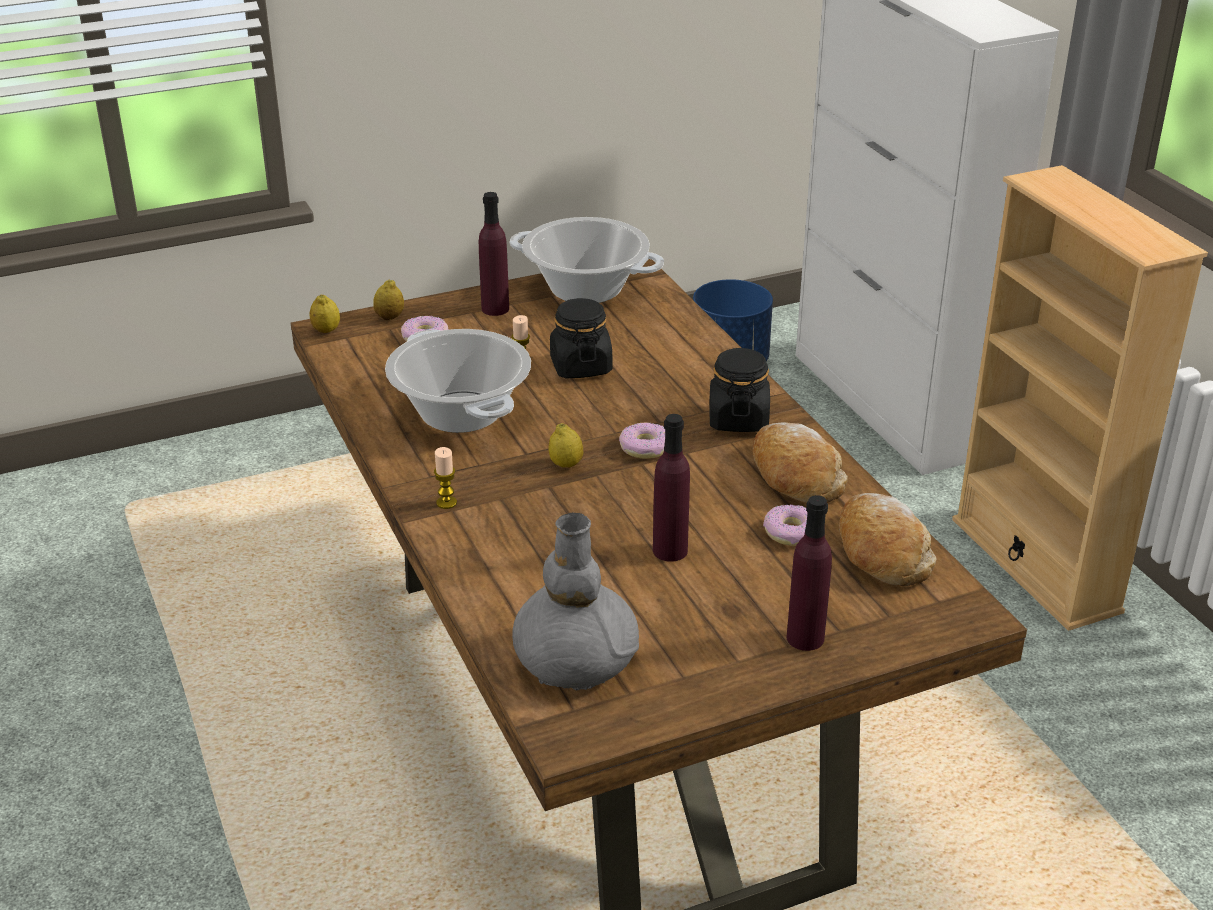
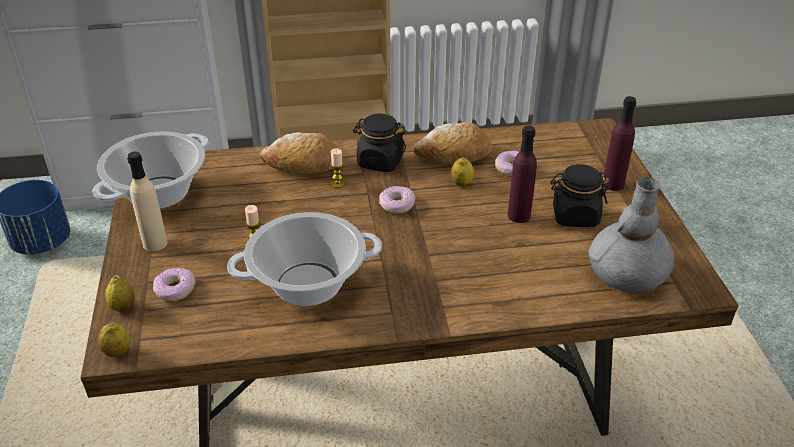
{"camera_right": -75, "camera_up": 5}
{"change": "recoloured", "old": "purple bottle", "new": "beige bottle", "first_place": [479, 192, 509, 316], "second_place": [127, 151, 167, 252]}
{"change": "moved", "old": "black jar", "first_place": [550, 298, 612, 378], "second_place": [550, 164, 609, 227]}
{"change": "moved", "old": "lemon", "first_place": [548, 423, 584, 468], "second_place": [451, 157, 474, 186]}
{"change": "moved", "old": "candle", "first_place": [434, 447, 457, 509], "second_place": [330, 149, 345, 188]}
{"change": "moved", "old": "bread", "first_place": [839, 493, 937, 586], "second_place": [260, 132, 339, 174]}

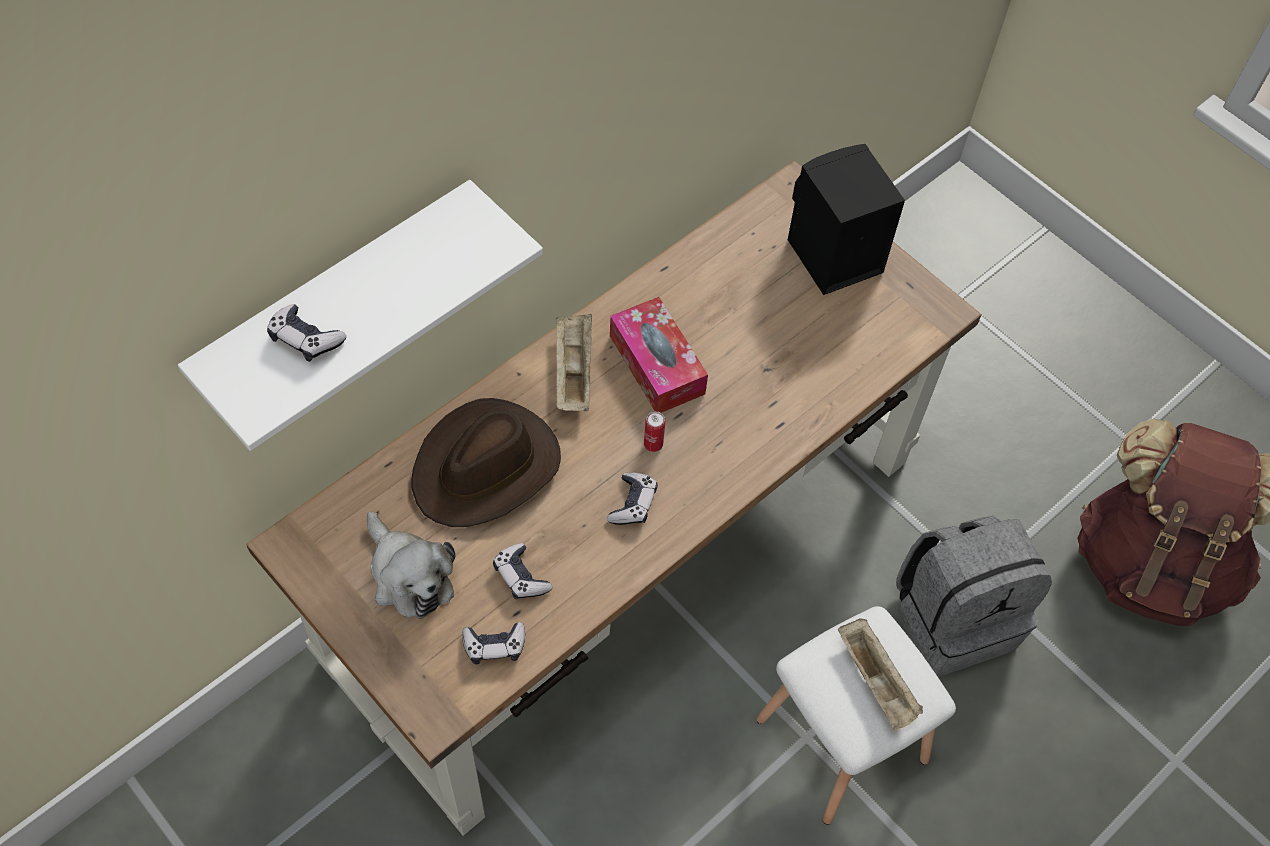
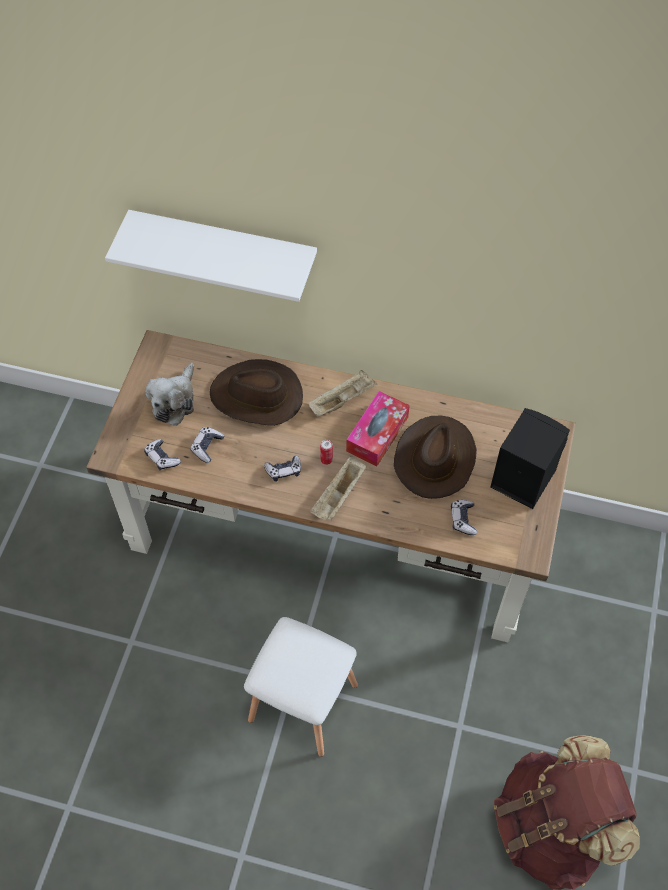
{"camera_right": 60, "camera_up": 0}
{"change": "moved", "old": "game controller", "first_place": [267, 304, 346, 362], "second_place": [451, 500, 477, 535]}
{"change": "removed", "old": "grey backpack", "first_place": [896, 516, 1052, 676]}
{"change": "moved", "old": "beige tray", "first_place": [838, 618, 923, 730], "second_place": [310, 456, 366, 521]}
{"change": "added", "new": "brown hat", "second_place": [394, 416, 477, 499]}

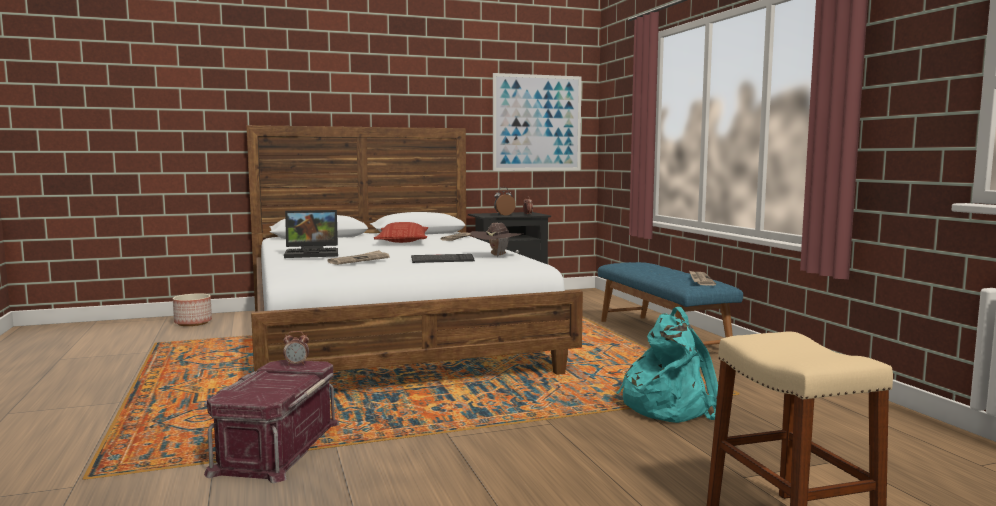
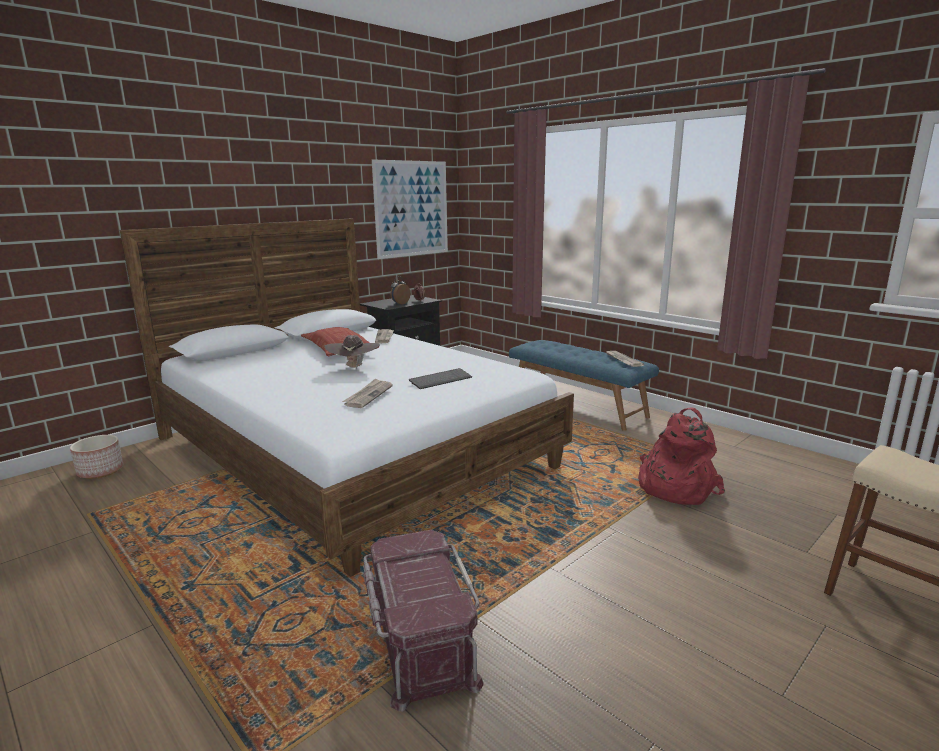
{"camera_right": -25, "camera_up": 10}
{"change": "removed", "old": "laptop", "first_place": [284, 210, 338, 258]}
{"change": "moved", "old": "brown hat", "first_place": [470, 223, 522, 257], "second_place": [324, 335, 380, 370]}
{"change": "recoloured", "old": "turquoise backpack", "new": "red backpack", "first_place": [617, 307, 718, 423], "second_place": [638, 407, 725, 505]}
{"change": "removed", "old": "alarm clock", "first_place": [283, 331, 309, 366]}

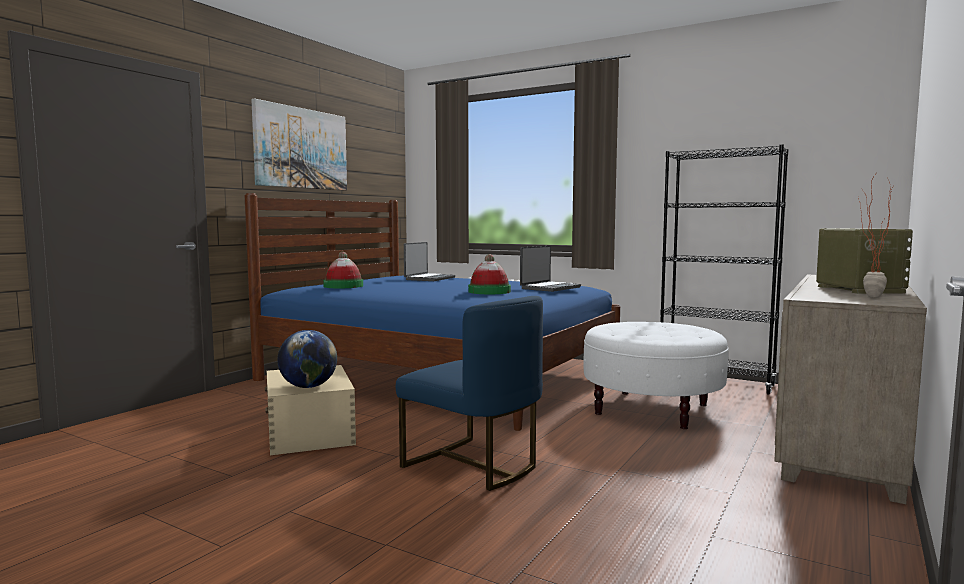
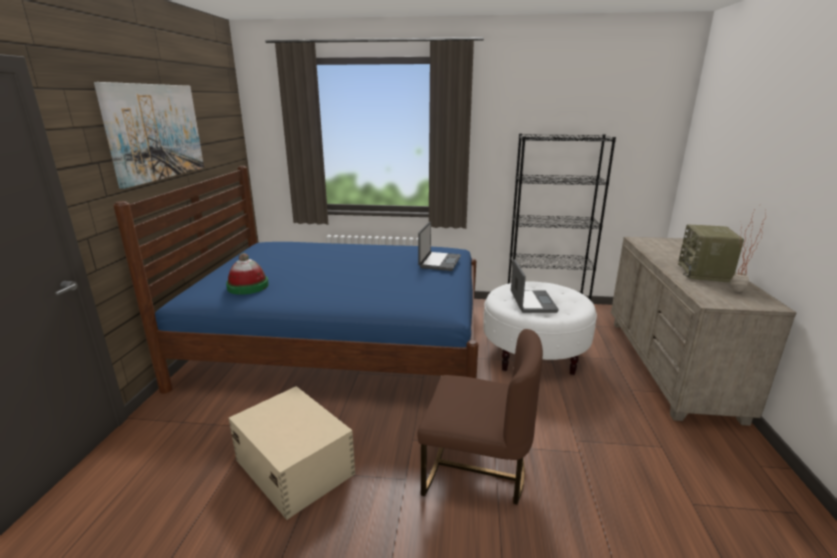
{"camera_right": -25, "camera_up": 15}
{"change": "turned", "old": "radio", "first_place": [816, 228, 913, 294], "second_place": [678, 224, 744, 283], "degrees": -135}
{"change": "moved", "old": "laptop", "first_place": [404, 242, 455, 281], "second_place": [511, 259, 559, 313]}
{"change": "removed", "old": "hat", "first_place": [468, 254, 511, 294]}
{"change": "recoloured", "old": "blue chair", "new": "brown chair", "first_place": [396, 296, 543, 491], "second_place": [417, 329, 543, 505]}
{"change": "removed", "old": "globe", "first_place": [277, 330, 337, 388]}

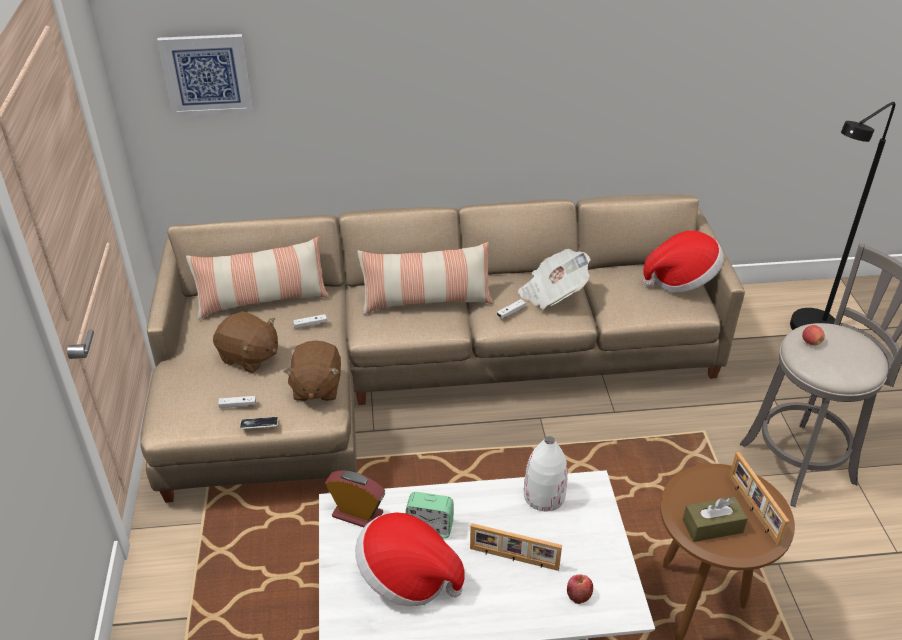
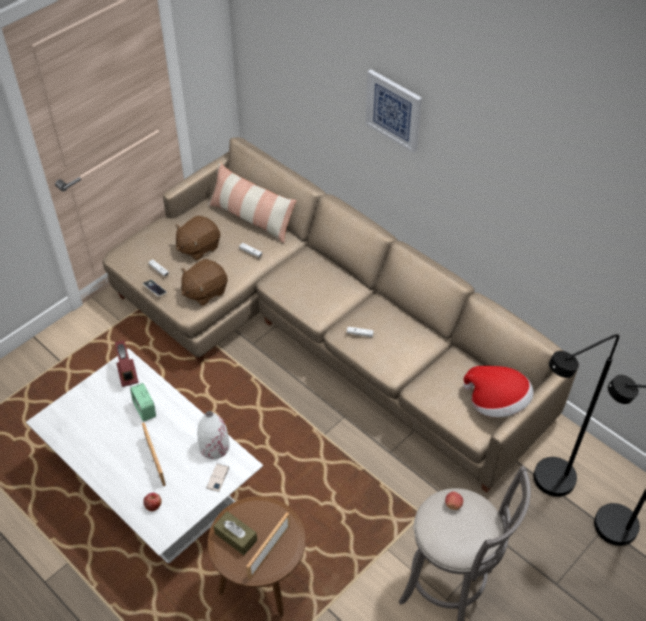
{"camera_right": 50, "camera_up": 10}
{"change": "moved", "old": "picture", "first_place": [157, 34, 253, 116], "second_place": [365, 70, 422, 153]}
{"change": "removed", "old": "pillow", "first_place": [357, 242, 493, 315]}
{"change": "removed", "old": "newspaper", "first_place": [518, 249, 591, 309]}
{"change": "turned", "old": "brown plush toy", "first_place": [213, 311, 278, 373], "second_place": [175, 216, 220, 261], "degrees": 60}
{"change": "removed", "old": "hat", "first_place": [355, 512, 465, 606]}
{"change": "added", "new": "black floor lamp", "second_place": [534, 334, 619, 497]}
{"change": "added", "new": "phone", "second_place": [206, 464, 229, 492]}

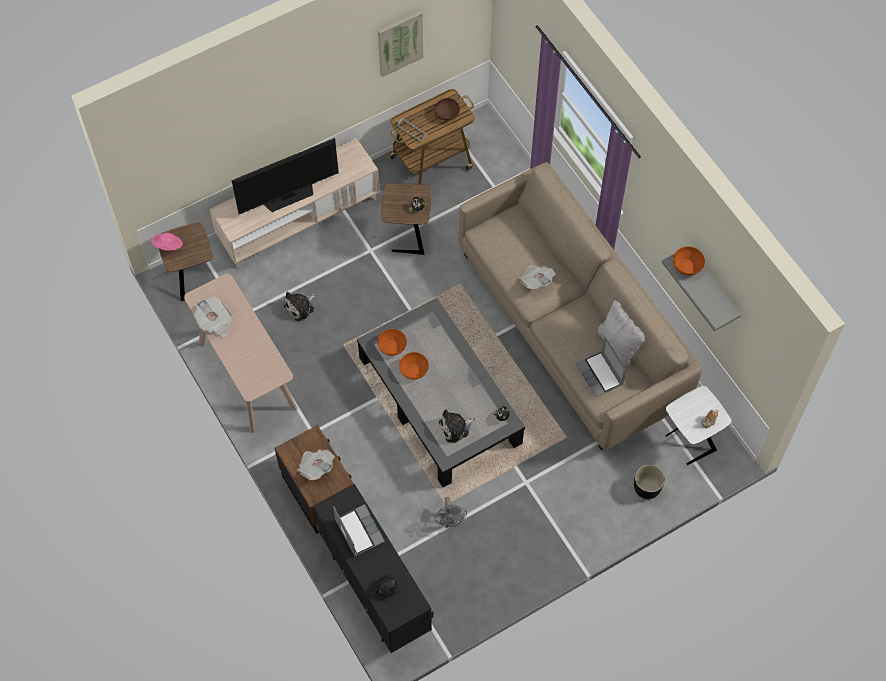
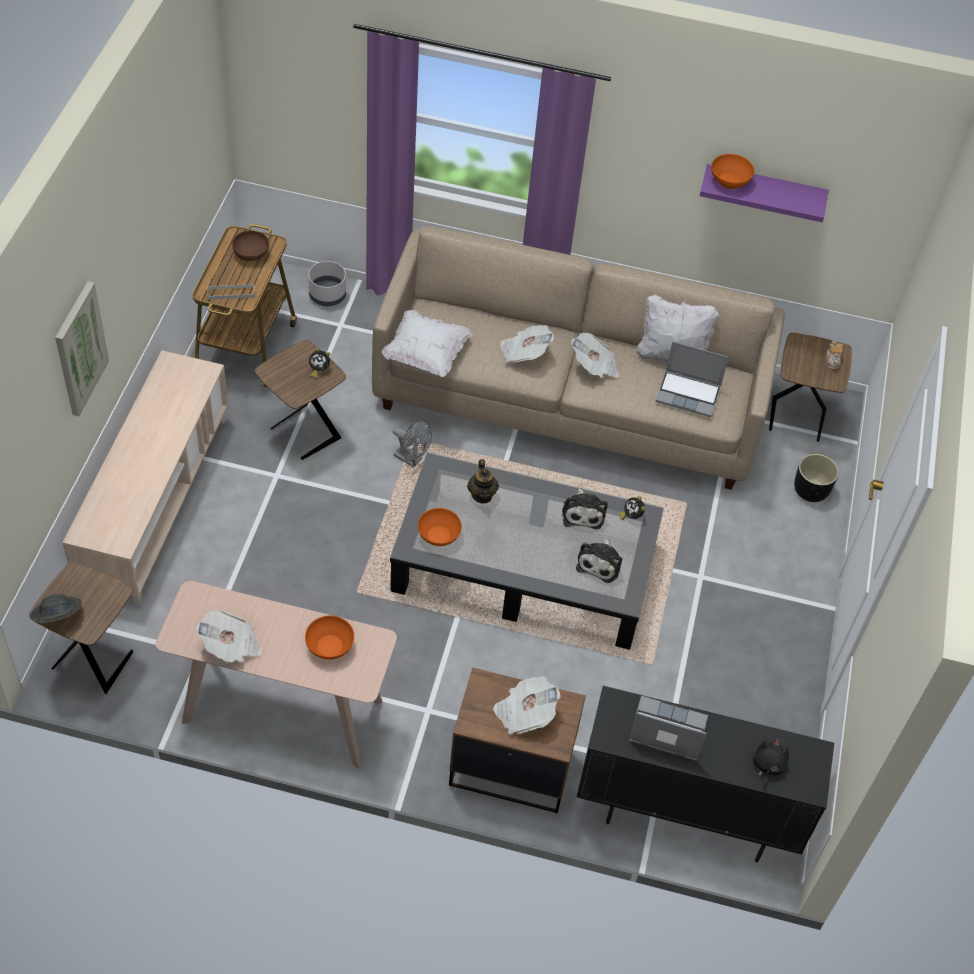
{"camera_right": -50, "camera_up": -10}
{"change": "moved", "old": "picture", "first_place": [378, 10, 423, 77], "second_place": [55, 281, 109, 416]}
{"change": "removed", "old": "television", "first_place": [232, 138, 339, 214]}
{"change": "recoloured", "old": "pink hat", "new": "grey hat", "first_place": [151, 233, 183, 251], "second_place": [30, 594, 82, 623]}
{"change": "recoloured", "old": "grey shelf", "new": "purple shelf", "first_place": [662, 254, 741, 331], "second_place": [700, 164, 829, 222]}
{"change": "moved", "old": "plush toy", "first_place": [284, 292, 315, 321], "second_place": [562, 488, 607, 530]}
{"change": "moved", "old": "orange bowl", "first_place": [399, 352, 429, 380], "second_place": [305, 616, 354, 660]}
{"change": "recoloured", "old": "white side table", "new": "brown side table", "first_place": [666, 386, 732, 465], "second_place": [769, 333, 852, 442]}
{"change": "moved", "old": "grey fan", "first_place": [434, 497, 467, 528], "second_place": [393, 420, 432, 467]}
{"change": "added", "new": "grey planter", "second_place": [308, 261, 346, 306]}
{"change": "added", "new": "white pillow", "second_place": [382, 309, 472, 377]}
{"change": "added", "new": "newspaper", "second_place": [571, 333, 619, 378]}
{"change": "added", "new": "teapot", "second_place": [467, 459, 499, 504]}

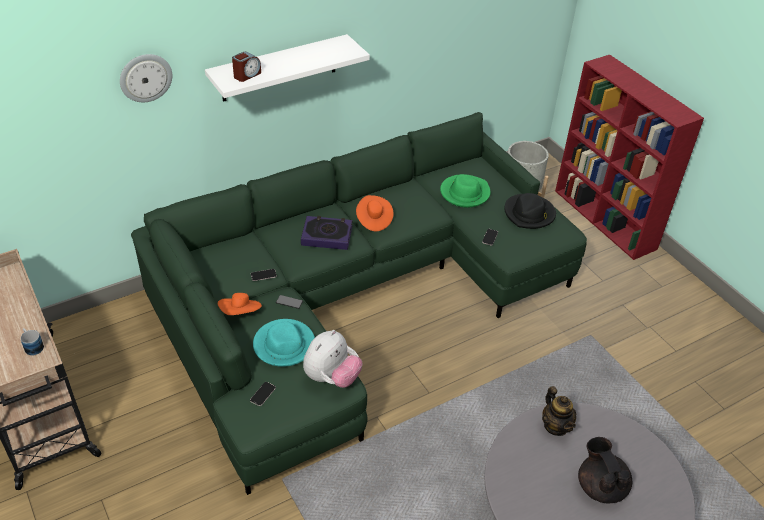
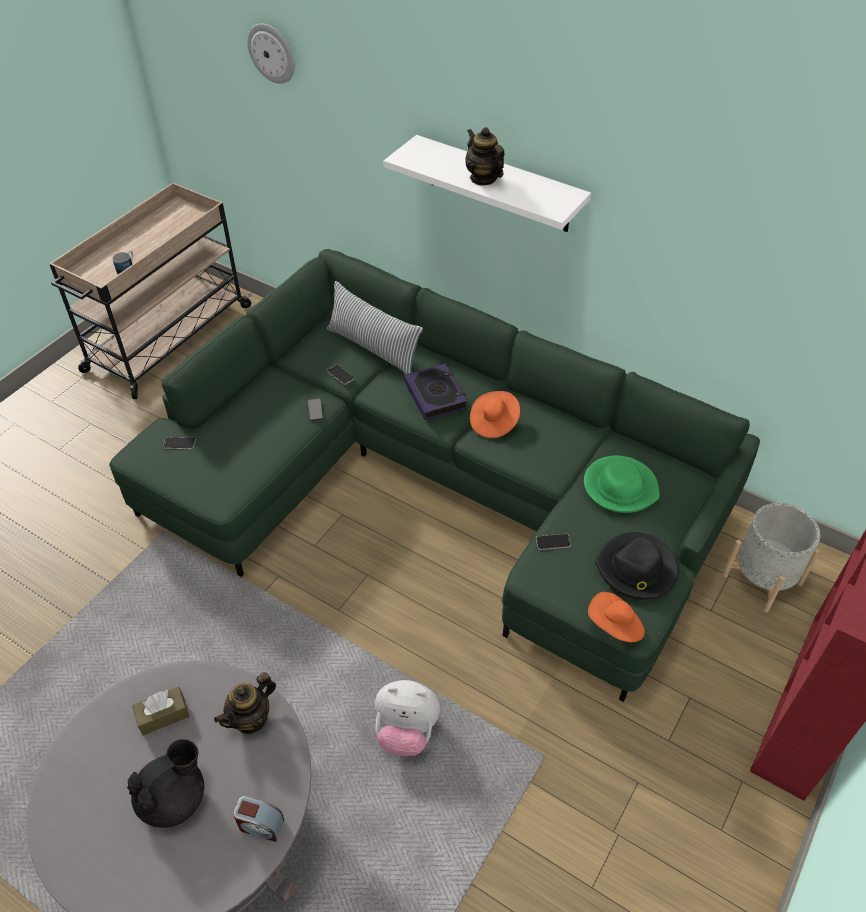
{"camera_right": 65, "camera_up": 5}
{"change": "moved", "old": "alarm clock", "first_place": [232, 52, 261, 82], "second_place": [233, 796, 284, 842]}
{"change": "moved", "old": "wall clock", "first_place": [120, 54, 172, 102], "second_place": [247, 23, 295, 84]}
{"change": "moved", "old": "orange hat", "first_place": [218, 293, 262, 315], "second_place": [588, 592, 645, 642]}
{"change": "removed", "old": "turquoise hat", "first_place": [253, 319, 315, 367]}
{"change": "moved", "old": "plush toy", "first_place": [303, 330, 363, 388], "second_place": [375, 680, 440, 756]}
{"change": "added", "new": "teapot", "second_place": [465, 127, 504, 186]}
{"change": "added", "new": "pillow", "second_place": [327, 281, 423, 374]}
{"change": "added", "new": "brown tissue box", "second_place": [132, 687, 189, 736]}

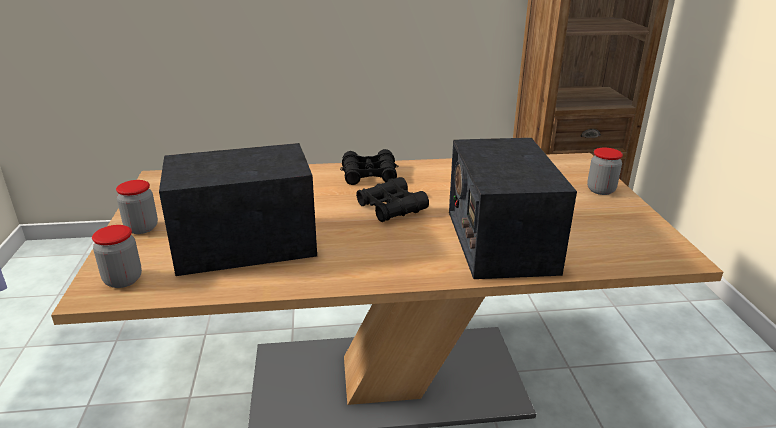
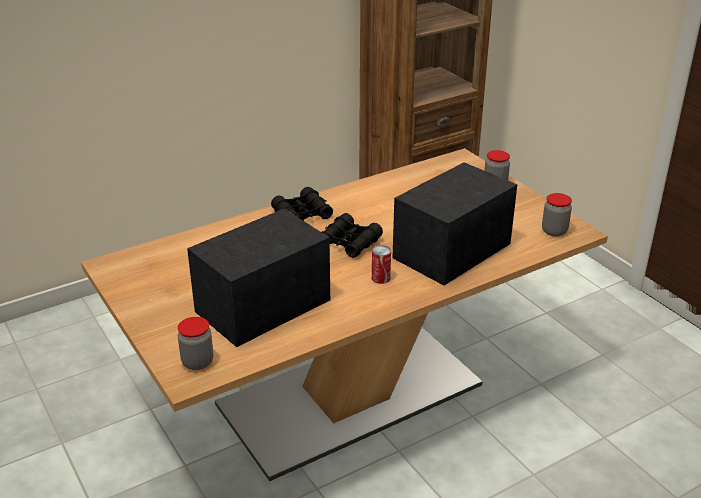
{"camera_right": -25, "camera_up": 5}
{"change": "turned", "old": "radio", "first_place": [449, 138, 577, 279], "second_place": [392, 162, 517, 285], "degrees": 75}
{"change": "moved", "old": "jar", "first_place": [116, 180, 158, 234], "second_place": [542, 193, 572, 237]}
{"change": "added", "new": "can", "second_place": [372, 245, 391, 284]}

